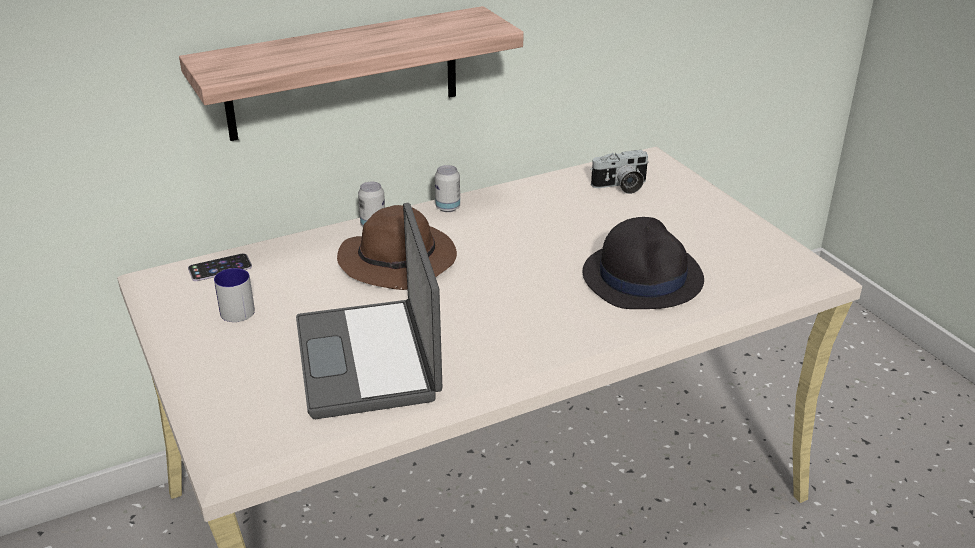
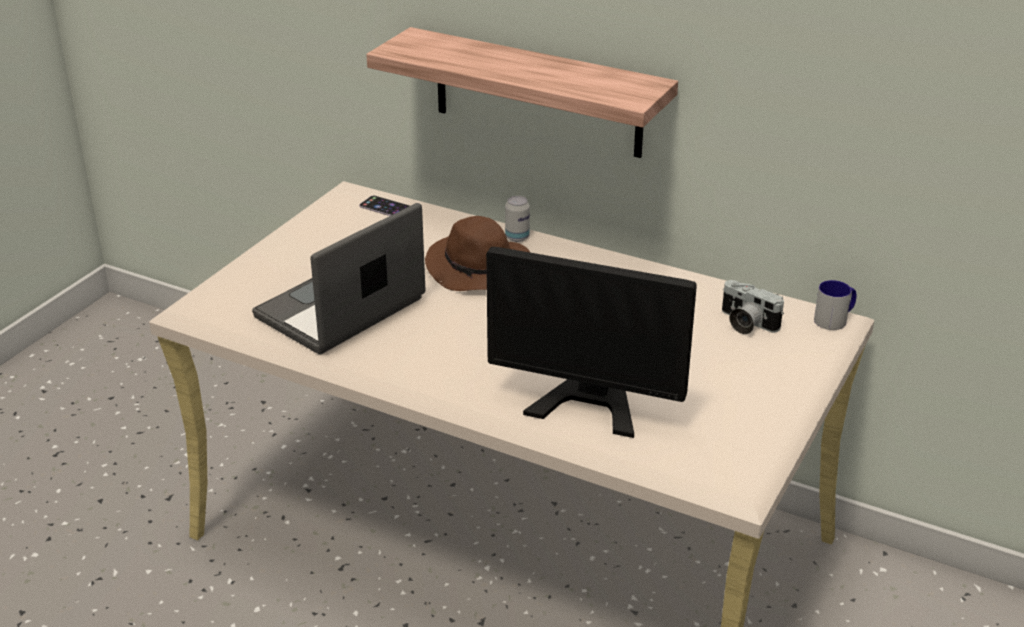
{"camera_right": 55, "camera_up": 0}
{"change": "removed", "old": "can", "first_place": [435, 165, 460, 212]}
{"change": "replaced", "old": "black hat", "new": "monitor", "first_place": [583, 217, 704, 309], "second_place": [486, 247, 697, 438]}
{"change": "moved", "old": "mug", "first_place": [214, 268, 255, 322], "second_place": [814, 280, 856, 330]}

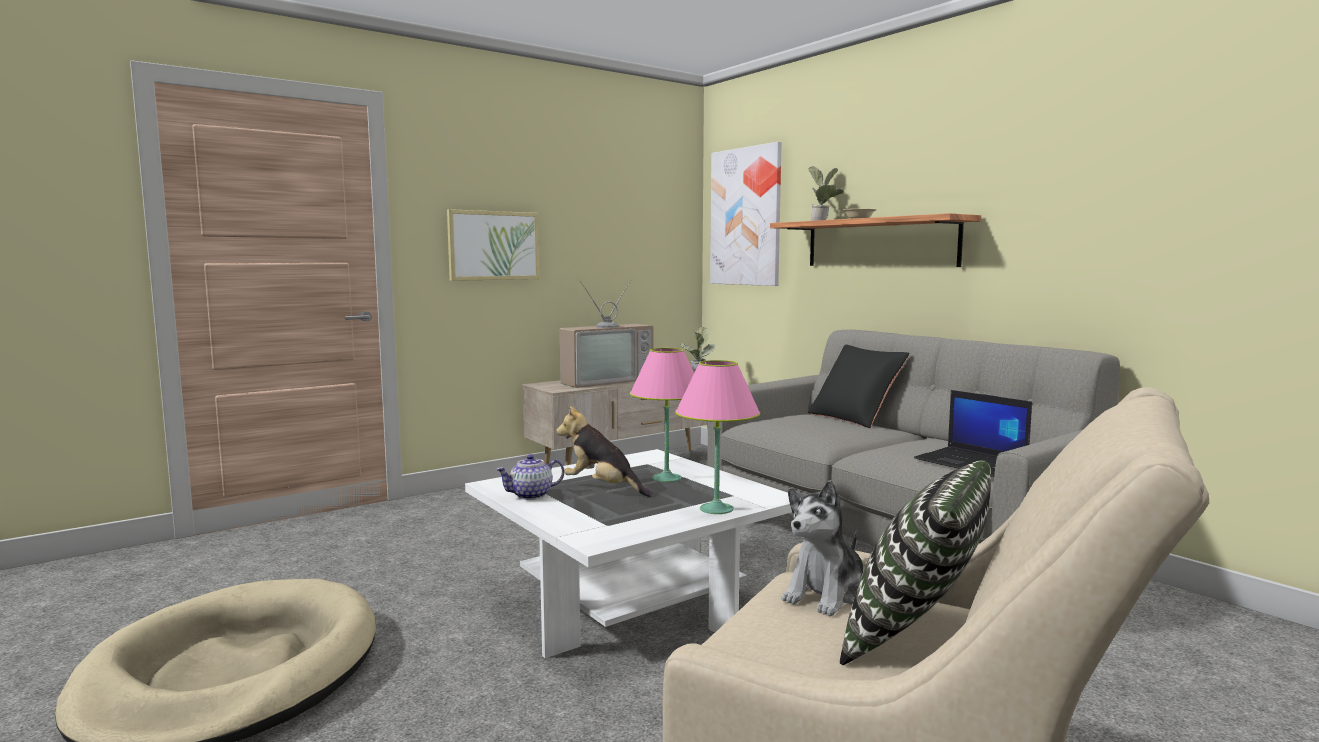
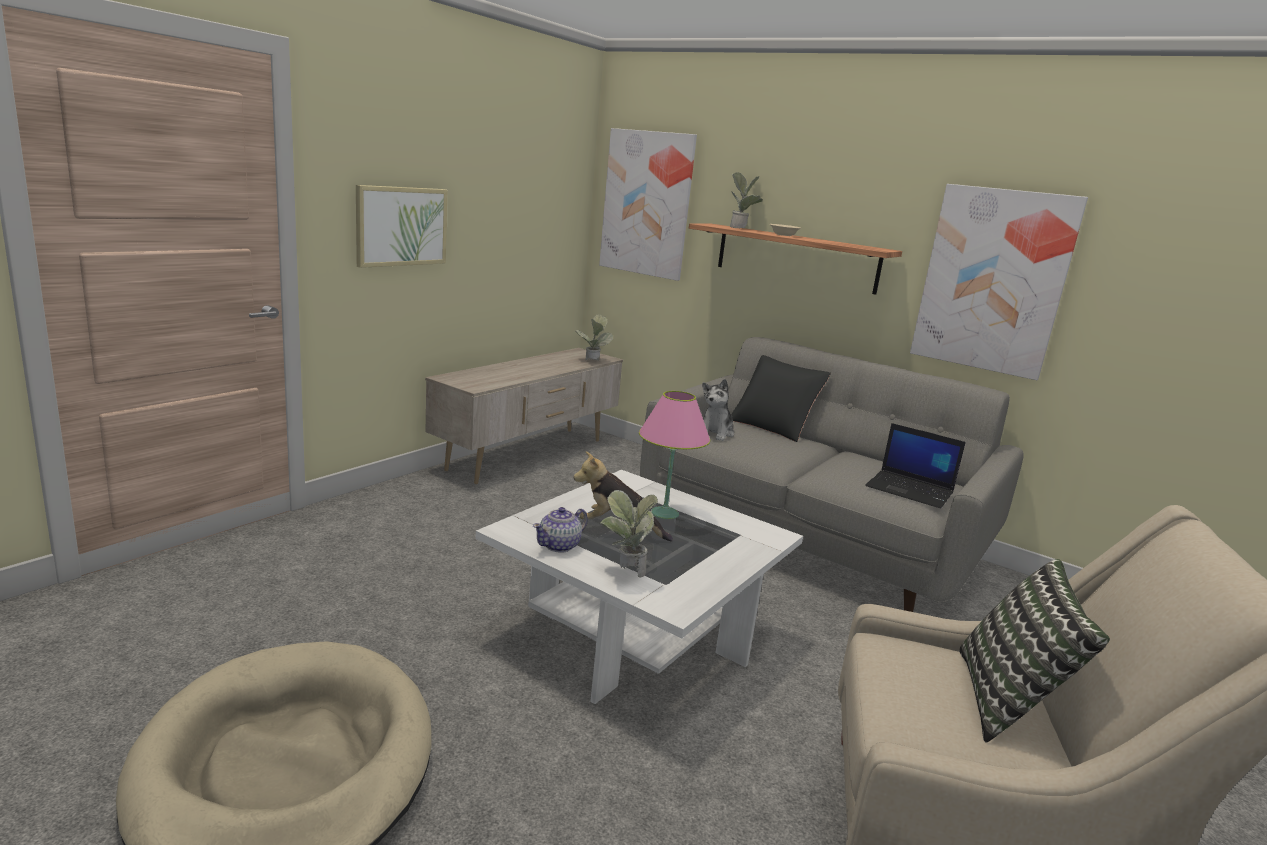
{"camera_right": -20, "camera_up": 10}
{"change": "removed", "old": "television", "first_place": [560, 280, 654, 388]}
{"change": "removed", "old": "pink table lamp", "first_place": [675, 360, 760, 514]}
{"change": "moved", "old": "plush toy", "first_place": [781, 480, 864, 616], "second_place": [702, 379, 734, 441]}
{"change": "added", "new": "picture", "second_place": [910, 184, 1088, 380]}
{"change": "added", "new": "potted plant", "second_place": [601, 490, 658, 577]}

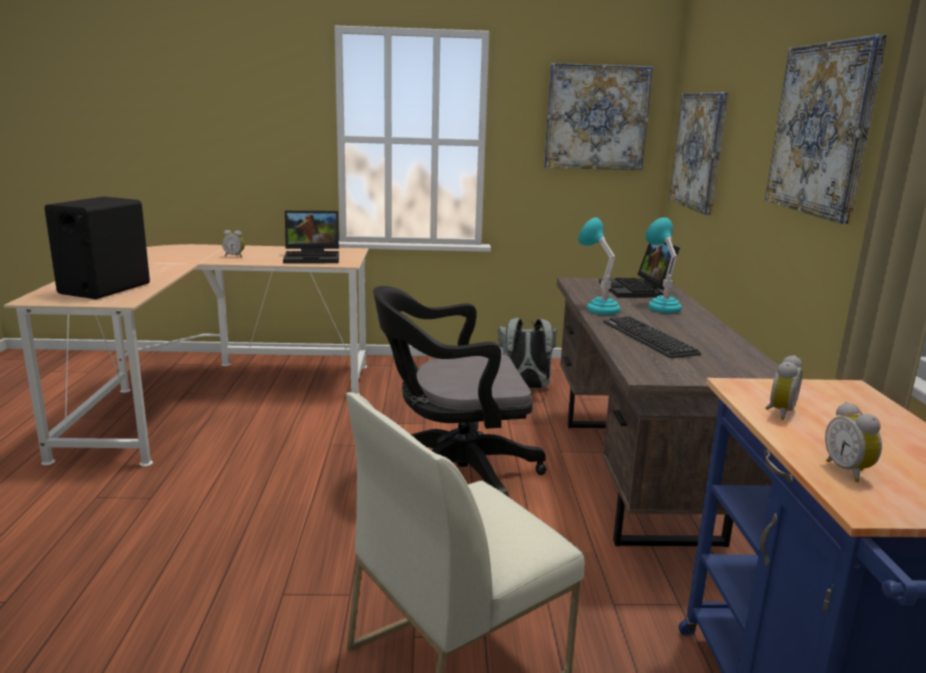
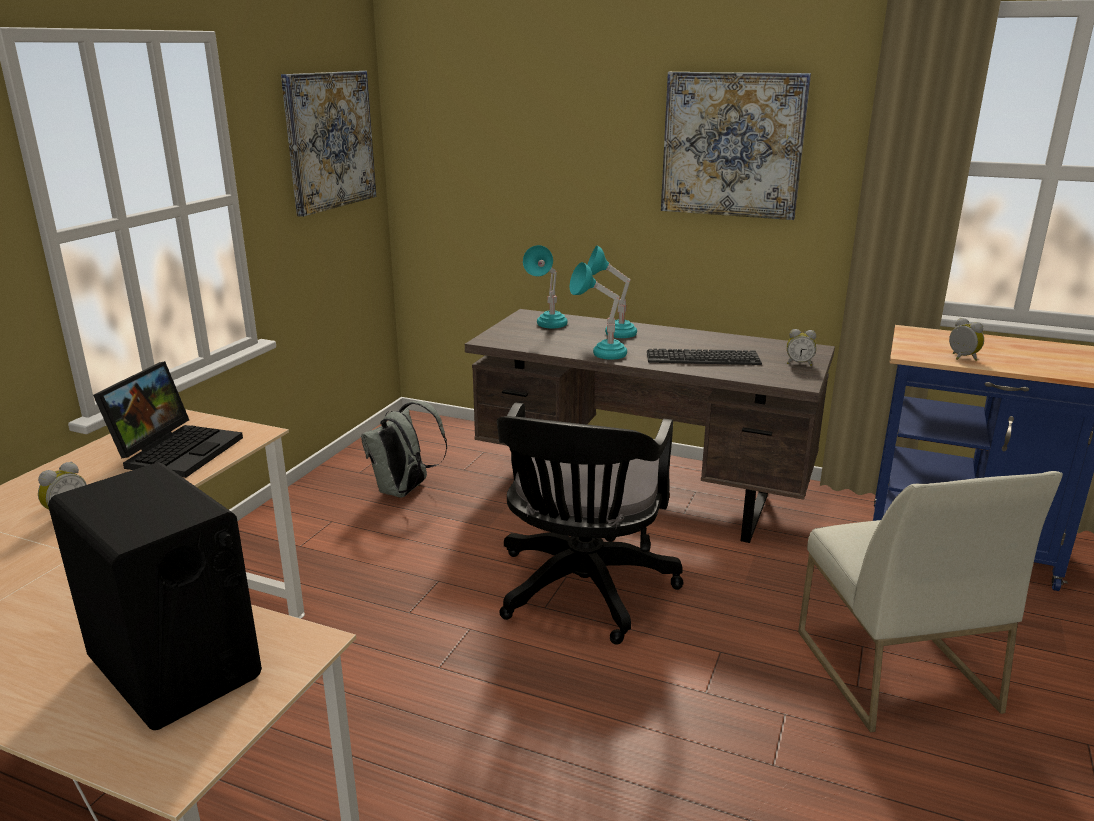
{"camera_right": -65, "camera_up": 5}
{"change": "removed", "old": "picture", "first_place": [670, 92, 728, 215]}
{"change": "replaced", "old": "laptop", "new": "turquoise table lamp", "first_place": [599, 243, 680, 298], "second_place": [523, 245, 568, 328]}
{"change": "moved", "old": "alarm clock", "first_place": [825, 402, 882, 482], "second_place": [787, 329, 816, 366]}

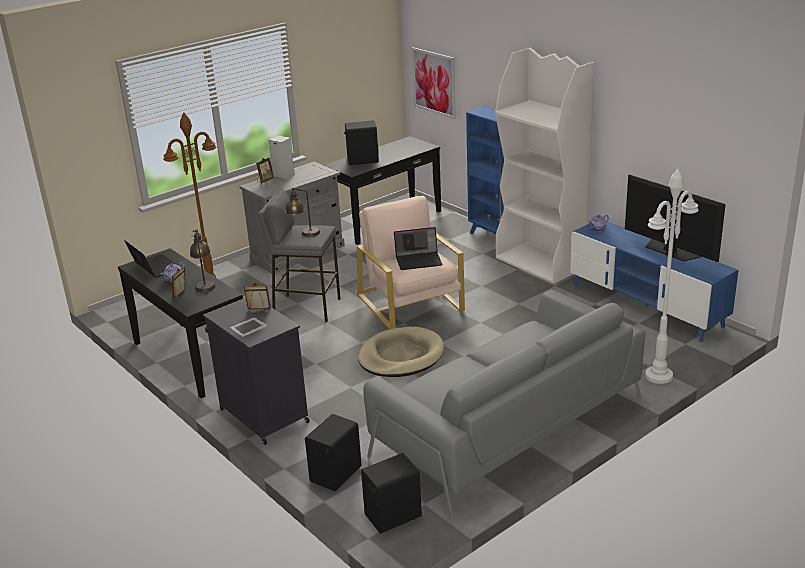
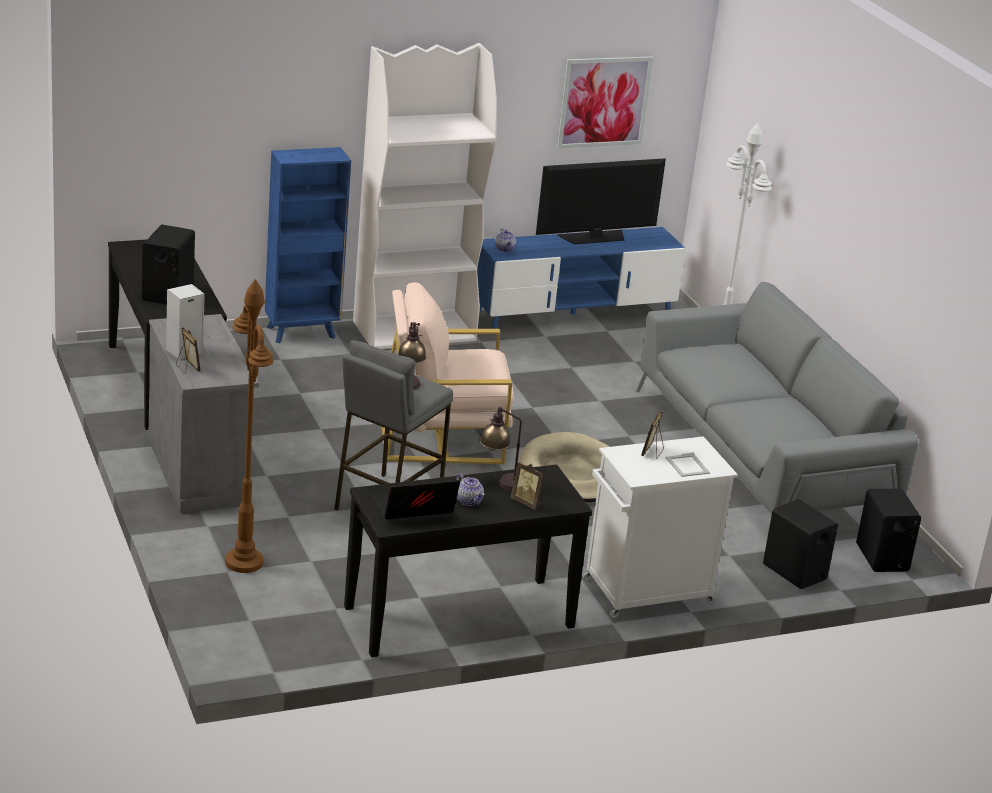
{"camera_right": -75, "camera_up": 0}
{"change": "moved", "old": "picture", "first_place": [412, 47, 456, 119], "second_place": [557, 56, 653, 148]}
{"change": "removed", "old": "laptop", "first_place": [394, 227, 442, 270]}
{"change": "recoloured", "old": "black cabinet", "new": "white cabinet", "first_place": [203, 298, 310, 445], "second_place": [583, 436, 738, 618]}

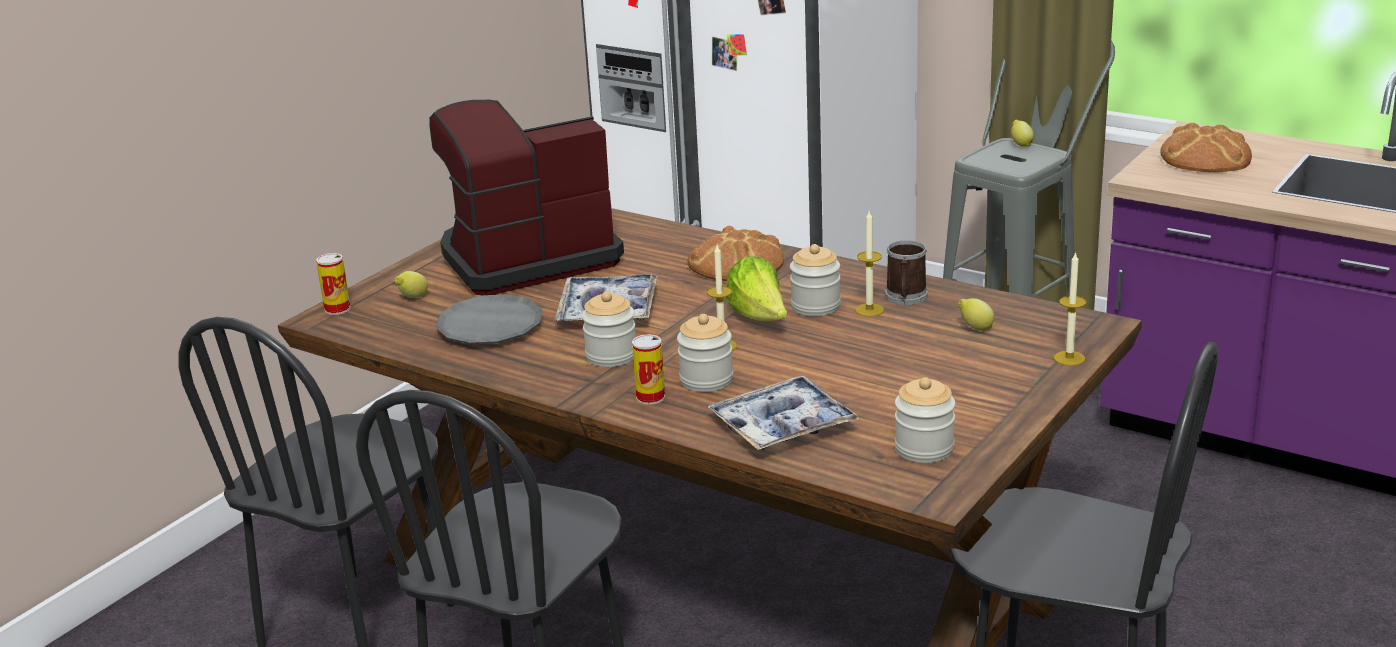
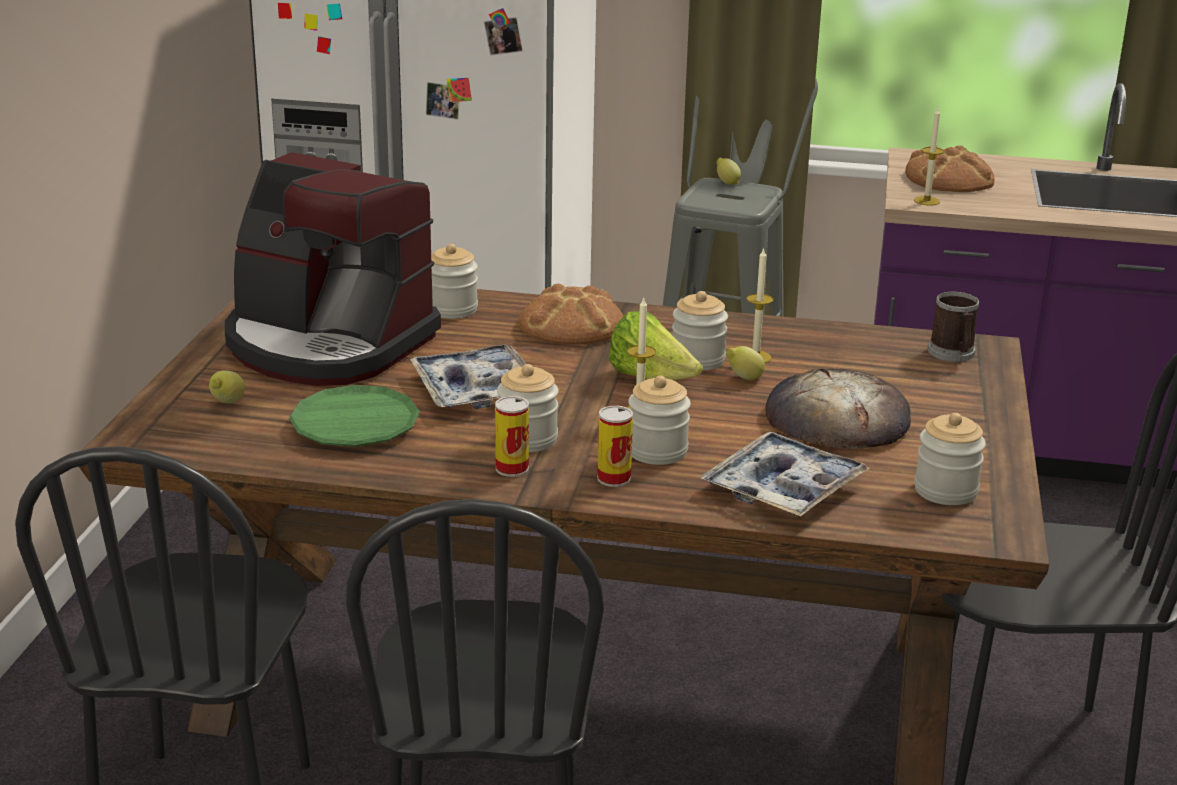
{"camera_right": -25, "camera_up": 0}
{"change": "turned", "old": "coffee machine", "first_place": [430, 100, 624, 295], "second_place": [225, 152, 441, 386], "degrees": -105}
{"change": "moved", "old": "mug", "first_place": [885, 240, 928, 305], "second_place": [928, 292, 979, 362]}
{"change": "moved", "old": "candle", "first_place": [1054, 252, 1086, 366], "second_place": [914, 108, 944, 206]}
{"change": "moved", "old": "can", "first_place": [316, 253, 351, 315], "second_place": [495, 396, 529, 477]}
{"change": "recoloured", "old": "grey plate", "new": "green plate", "first_place": [436, 294, 543, 344], "second_place": [289, 385, 420, 447]}
{"change": "moved", "old": "lemon", "first_place": [958, 298, 994, 331], "second_place": [726, 346, 765, 380]}
{"change": "added", "new": "jar", "second_place": [431, 244, 478, 319]}
{"change": "added", "new": "bread", "second_place": [765, 369, 911, 449]}

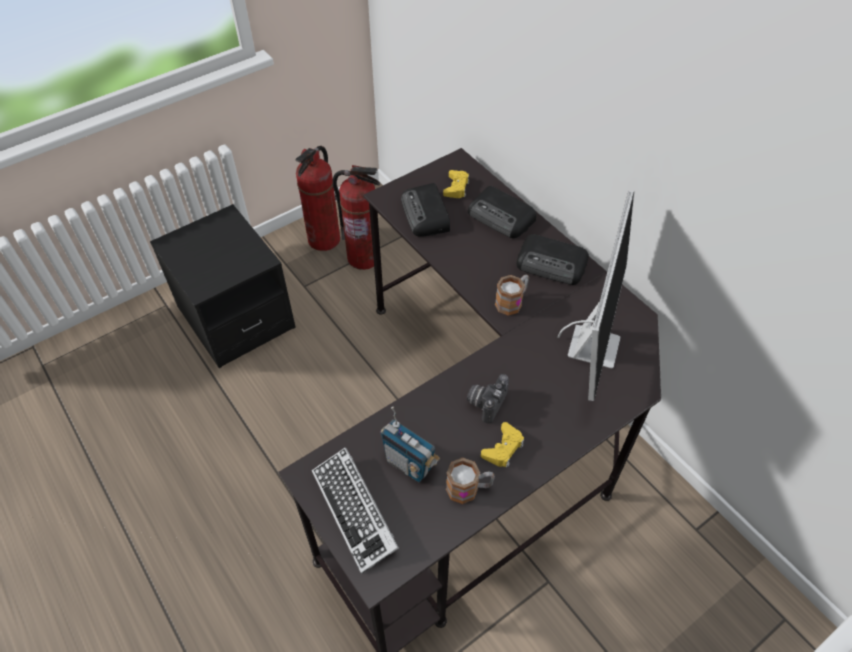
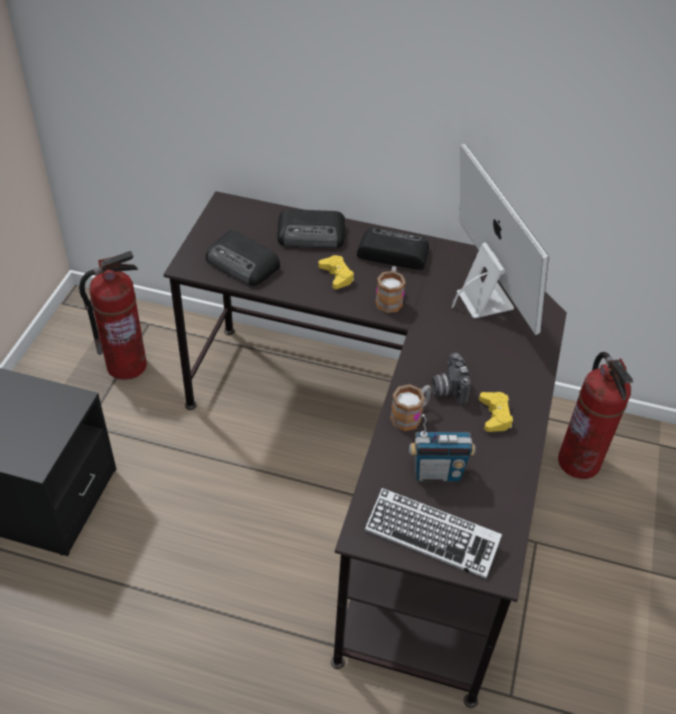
{"camera_right": -40, "camera_up": -5}
{"change": "moved", "old": "fire extinguisher", "first_place": [296, 146, 340, 251], "second_place": [558, 352, 633, 479]}
{"change": "moved", "old": "yellow game controller", "first_place": [443, 170, 469, 198], "second_place": [318, 255, 354, 289]}
{"change": "turned", "old": "radio", "first_place": [516, 234, 589, 285], "second_place": [357, 228, 429, 270], "degrees": -150}
{"change": "moved", "old": "mug", "first_place": [446, 458, 495, 504], "second_place": [390, 384, 431, 431]}

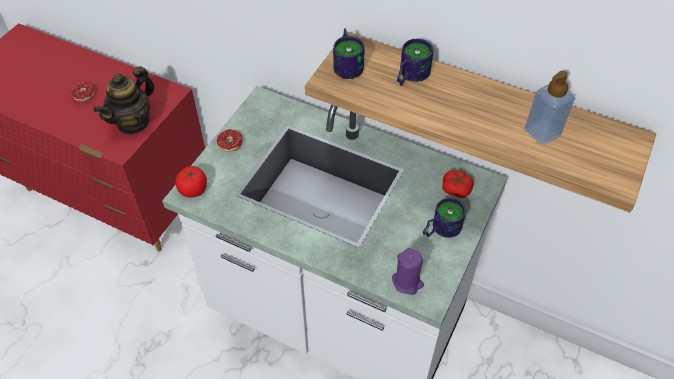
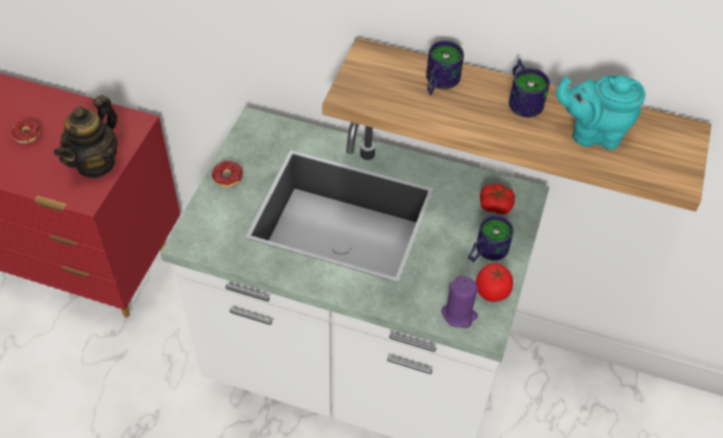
{"camera_right": -10, "camera_up": 0}
{"change": "moved", "old": "mug", "first_place": [333, 28, 365, 79], "second_place": [509, 59, 550, 117]}
{"change": "replaced", "old": "soap dispenser", "new": "turquoise teapot", "first_place": [524, 71, 575, 145], "second_place": [556, 75, 645, 150]}
{"change": "moved", "old": "tomato", "first_place": [175, 166, 207, 198], "second_place": [476, 263, 513, 302]}

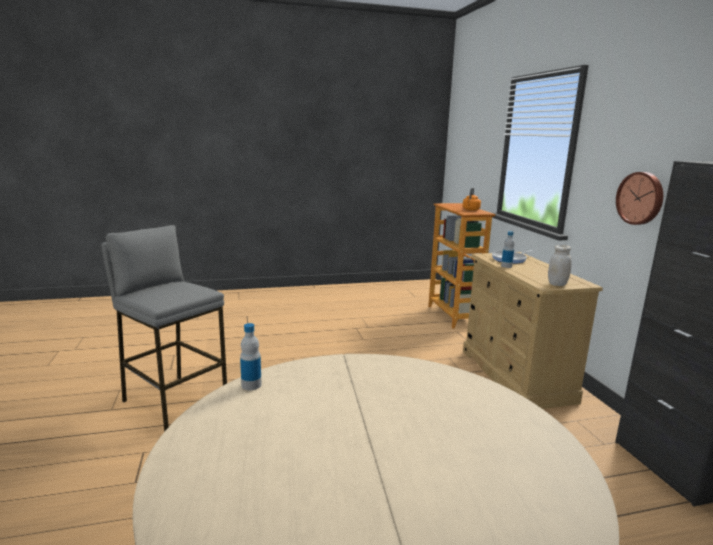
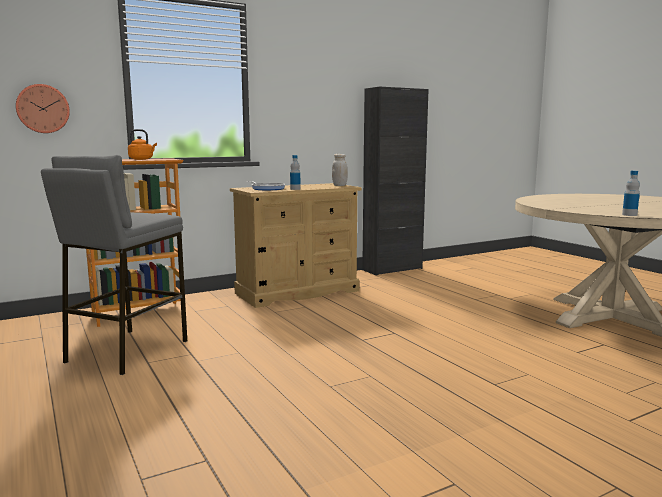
{"camera_right": -105, "camera_up": -5}
{"change": "moved", "old": "wall clock", "first_place": [616, 172, 663, 225], "second_place": [16, 84, 70, 133]}
{"change": "moved", "old": "grey stool", "first_place": [101, 225, 227, 432], "second_place": [41, 155, 187, 375]}

